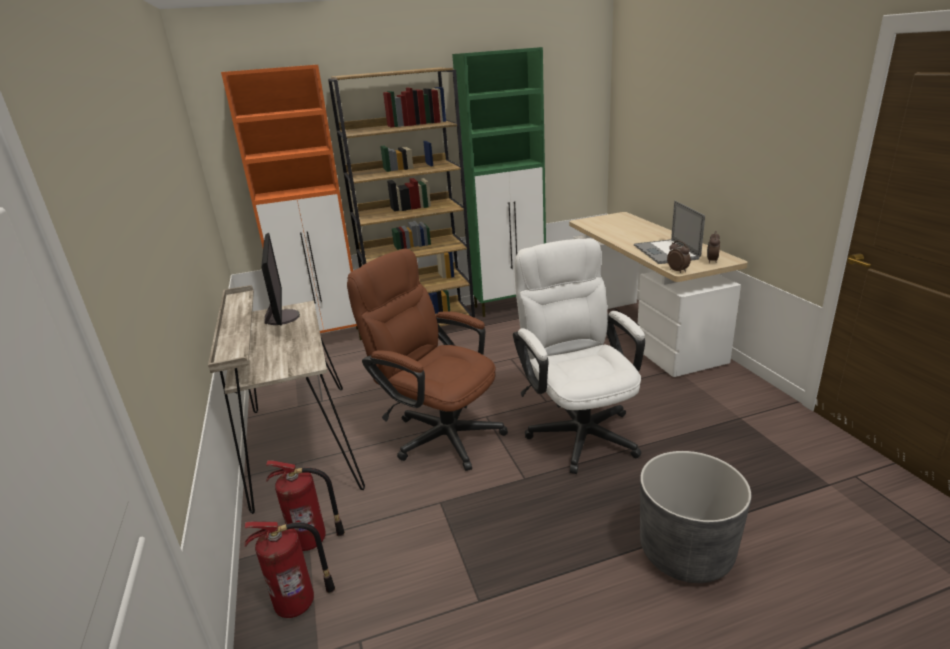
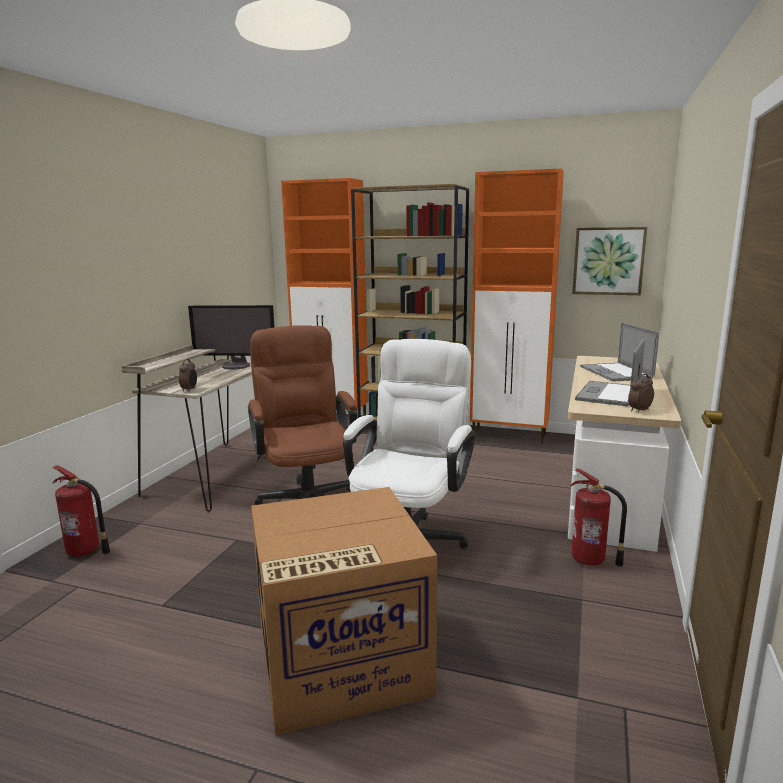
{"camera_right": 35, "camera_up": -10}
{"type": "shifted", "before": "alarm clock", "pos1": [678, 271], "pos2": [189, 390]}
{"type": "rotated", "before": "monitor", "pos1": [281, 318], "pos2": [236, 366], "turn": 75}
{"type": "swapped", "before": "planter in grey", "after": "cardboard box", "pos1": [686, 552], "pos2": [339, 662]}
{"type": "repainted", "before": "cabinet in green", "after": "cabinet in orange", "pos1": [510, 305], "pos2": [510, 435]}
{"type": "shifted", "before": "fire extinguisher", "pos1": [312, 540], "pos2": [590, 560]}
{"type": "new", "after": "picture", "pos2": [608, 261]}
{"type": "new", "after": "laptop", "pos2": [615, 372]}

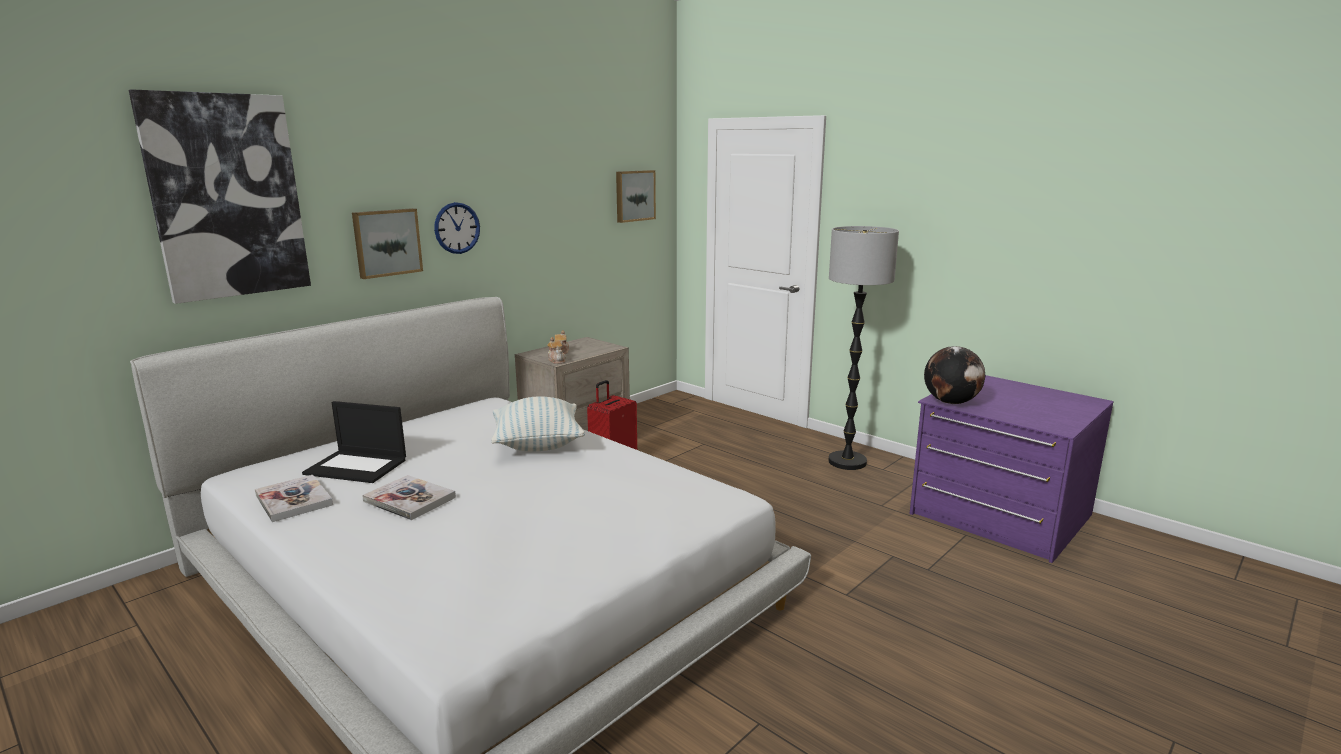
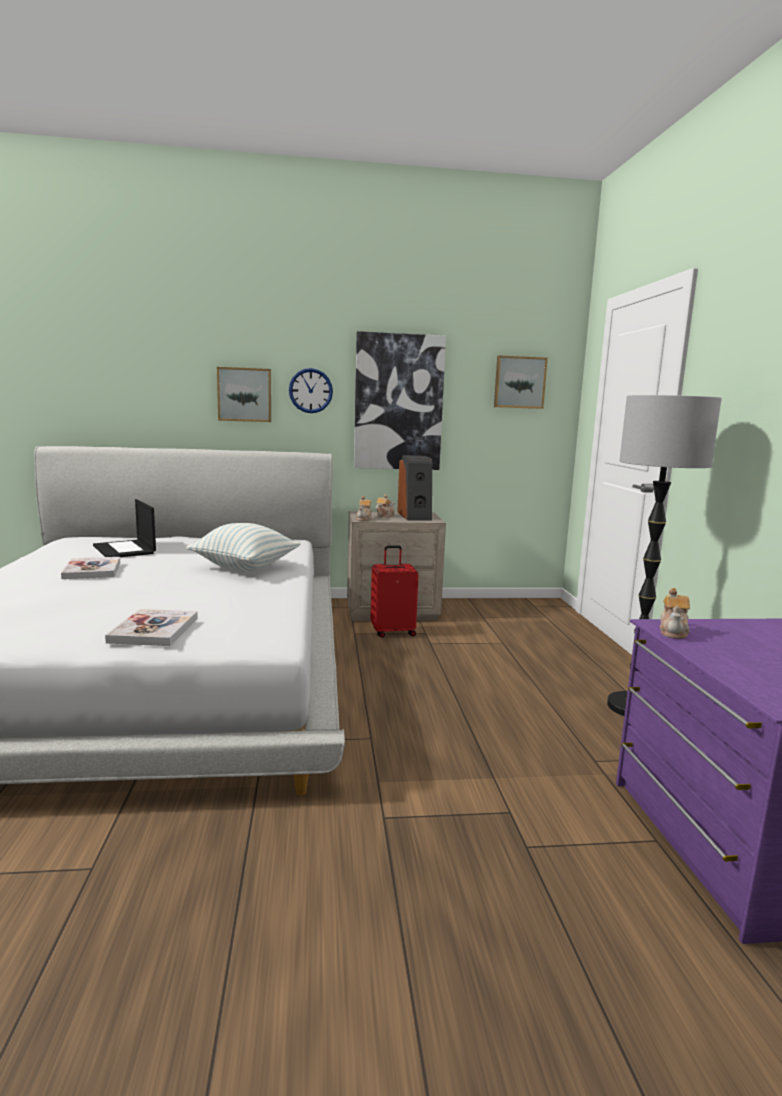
{"camera_right": 40, "camera_up": -5}
{"type": "shifted", "before": "book", "pos1": [294, 500], "pos2": [154, 630]}
{"type": "shifted", "before": "picture", "pos1": [227, 197], "pos2": [398, 402]}
{"type": "new", "after": "speaker", "pos2": [415, 516]}
{"type": "swapped", "before": "globe", "after": "teapot", "pos1": [951, 402], "pos2": [673, 632]}

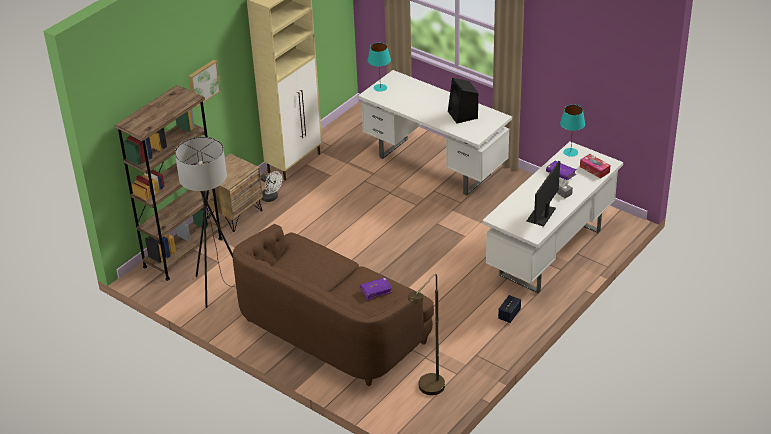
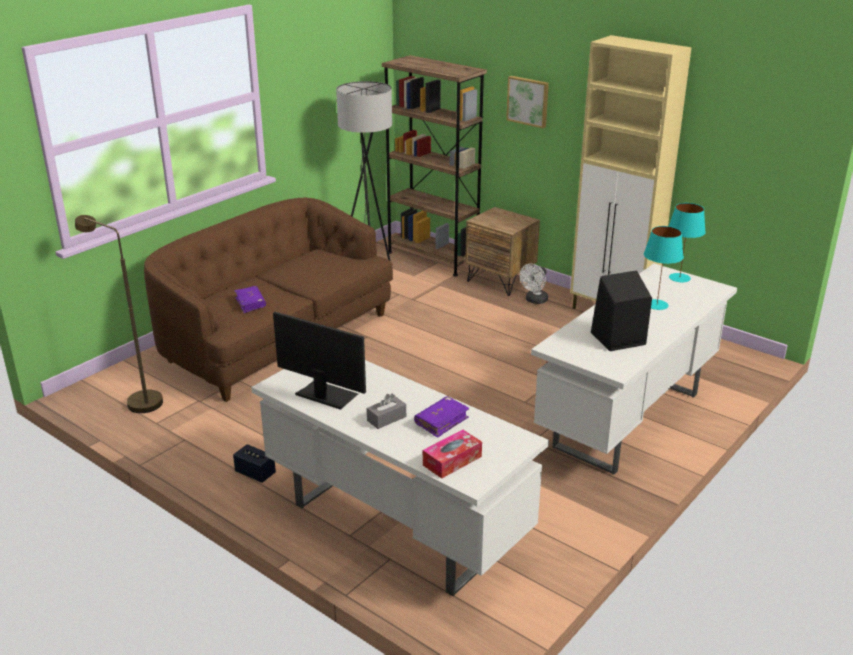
{"camera_right": 90, "camera_up": -10}
{"type": "shifted", "before": "table lamp in turquoise", "pos1": [571, 152], "pos2": [657, 305]}

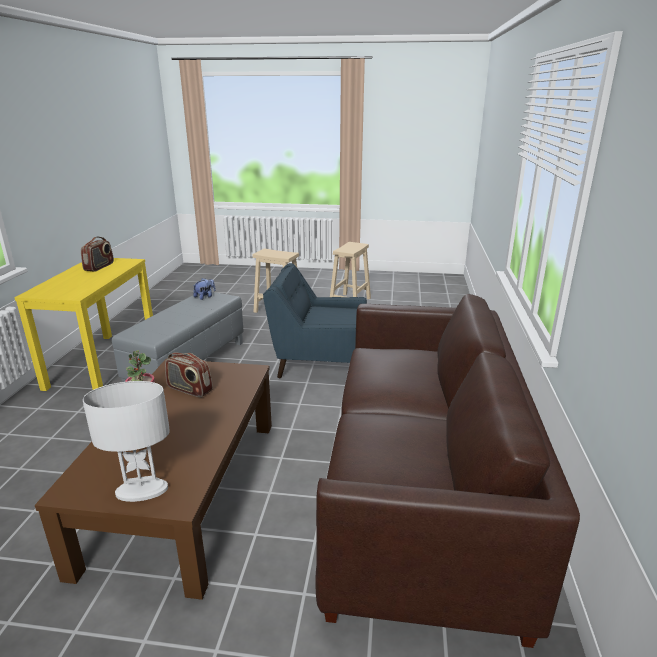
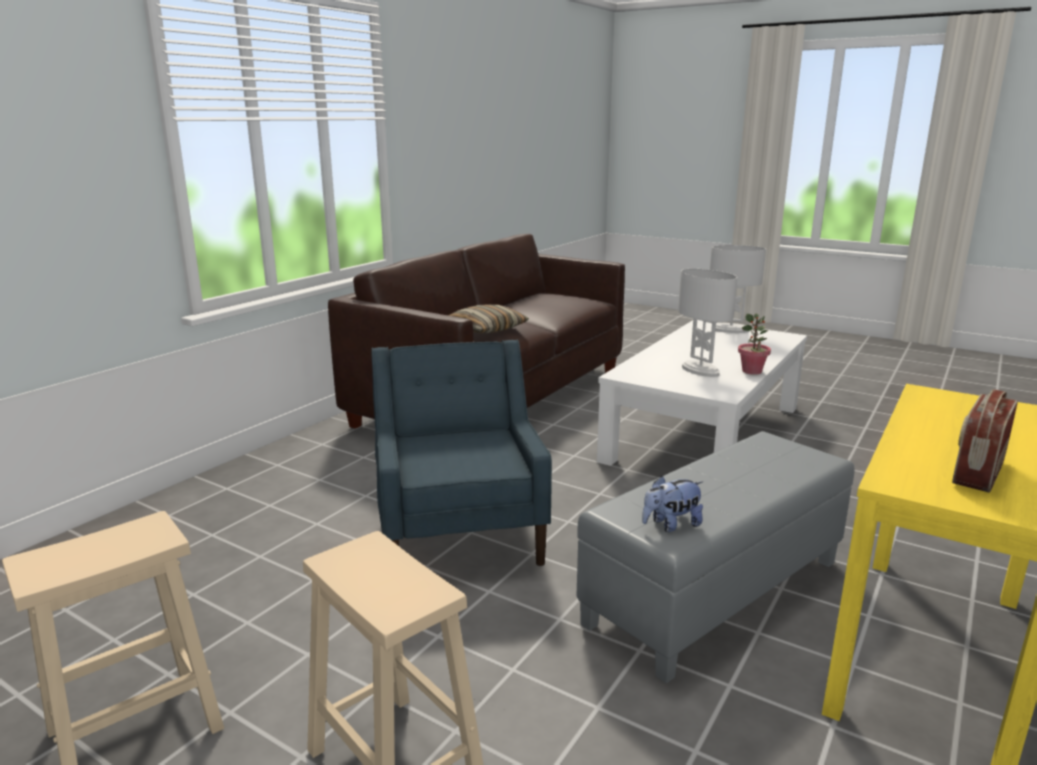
{"camera_right": -155, "camera_up": -5}
{"type": "rotated", "before": "armchair in blue", "pos1": [319, 363], "pos2": [459, 531], "turn": -135}
{"type": "new", "after": "pillow", "pos2": [486, 329]}
{"type": "repainted", "before": "coffee table in brown", "after": "coffee table in white", "pos1": [185, 490], "pos2": [705, 433]}
{"type": "swapped", "before": "radio", "after": "table lamp in white", "pos1": [189, 389], "pos2": [699, 370]}

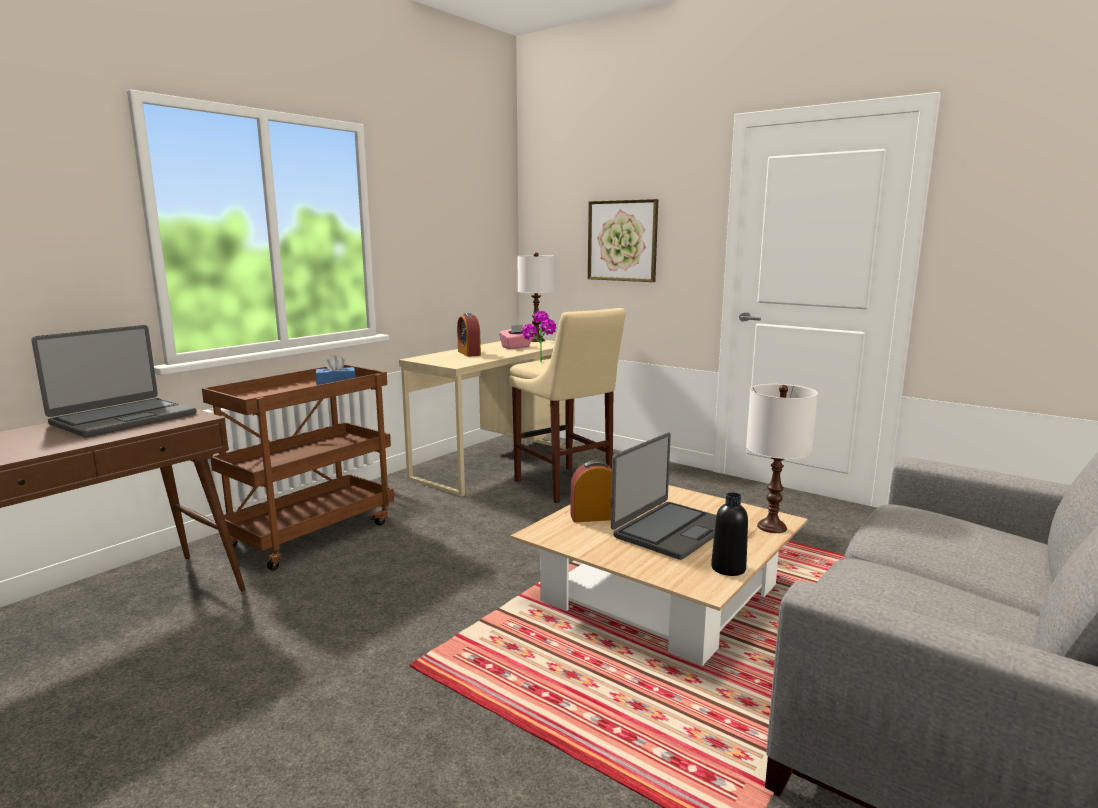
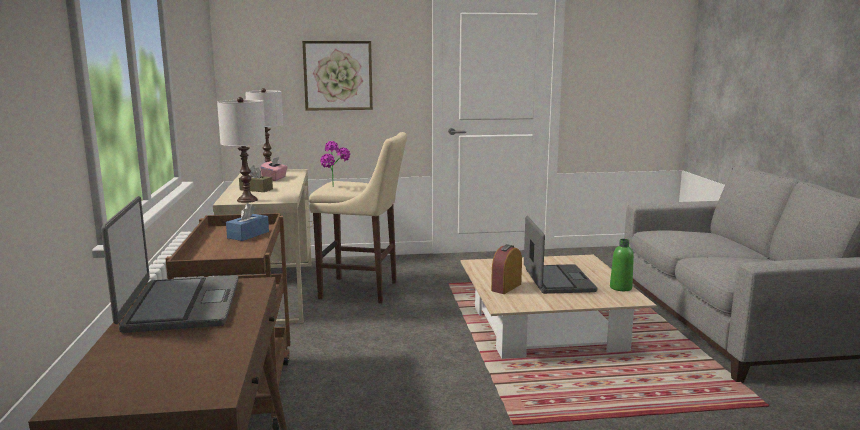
{"camera_right": -45, "camera_up": 0}
{"type": "shifted", "before": "table lamp in white", "pos1": [771, 527], "pos2": [247, 200]}
{"type": "swapped", "before": "alarm clock", "after": "tissue box in brown", "pos1": [469, 353], "pos2": [256, 189]}
{"type": "repainted", "before": "bottle in black", "after": "bottle in green", "pos1": [728, 568], "pos2": [620, 288]}

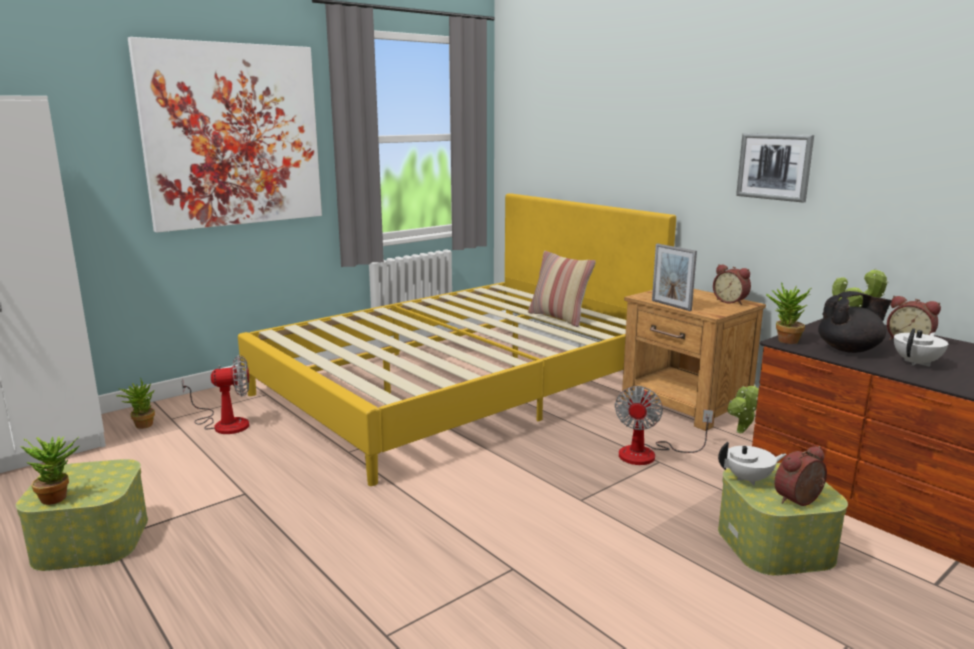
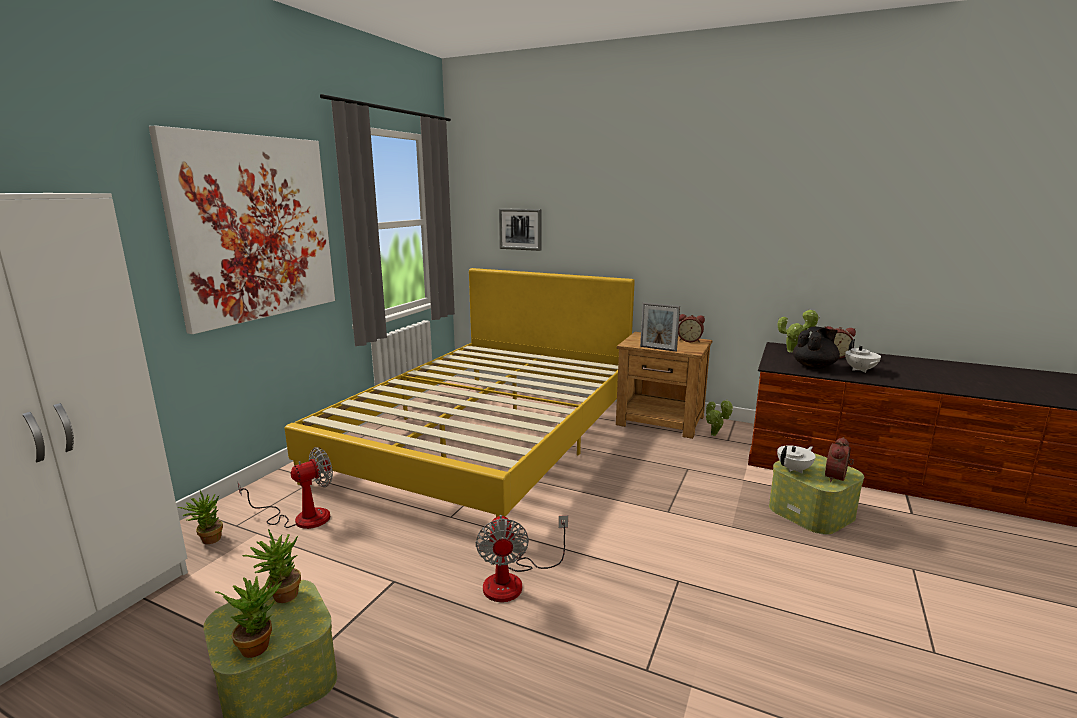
{"camera_right": -25, "camera_up": 0}
{"type": "shifted", "before": "potted plant", "pos1": [783, 341], "pos2": [280, 596]}
{"type": "shifted", "before": "fan", "pos1": [649, 454], "pos2": [514, 581]}
{"type": "shifted", "before": "picture", "pos1": [774, 166], "pos2": [520, 229]}
{"type": "rotated", "before": "teapot in white", "pos1": [917, 363], "pos2": [860, 370], "turn": 150}
{"type": "gone", "before": "pillow", "pos1": [559, 318]}

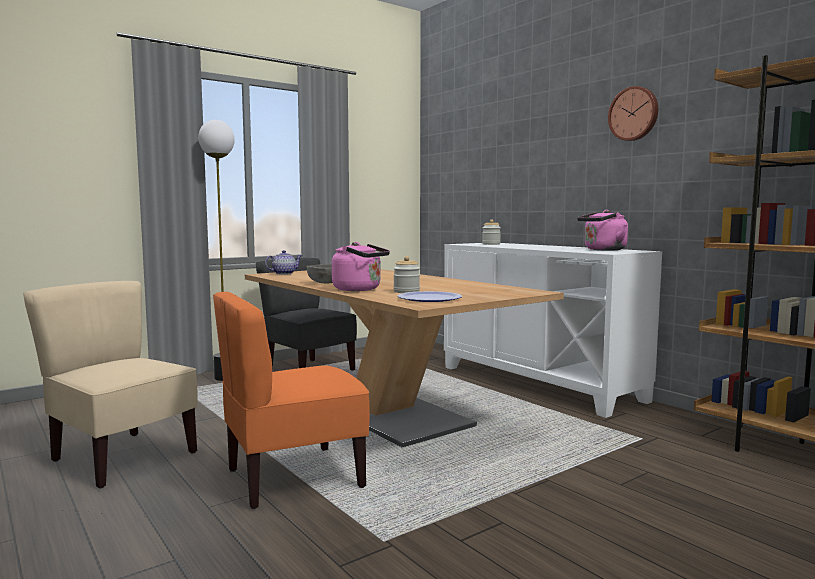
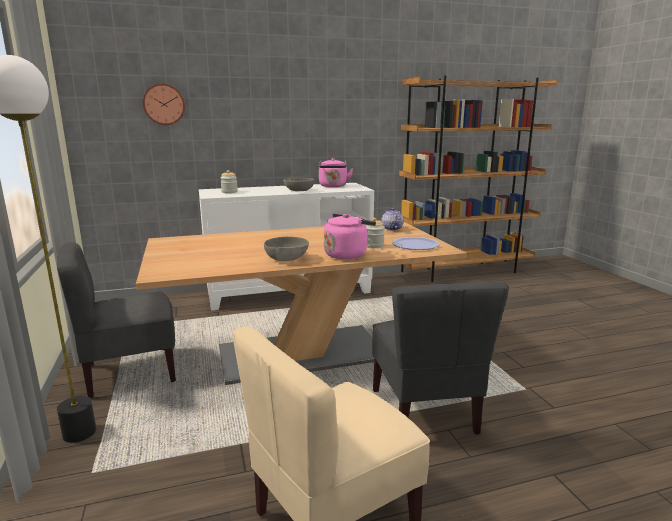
{"camera_right": -70, "camera_up": 10}
{"type": "shifted", "before": "wall clock", "pos1": [634, 114], "pos2": [164, 104]}
{"type": "new", "after": "bowl in grey", "pos2": [299, 191]}
{"type": "repainted", "before": "chair in orange", "after": "chair in grey", "pos1": [293, 477], "pos2": [425, 411]}
{"type": "shifted", "before": "teapot", "pos1": [283, 273], "pos2": [392, 229]}

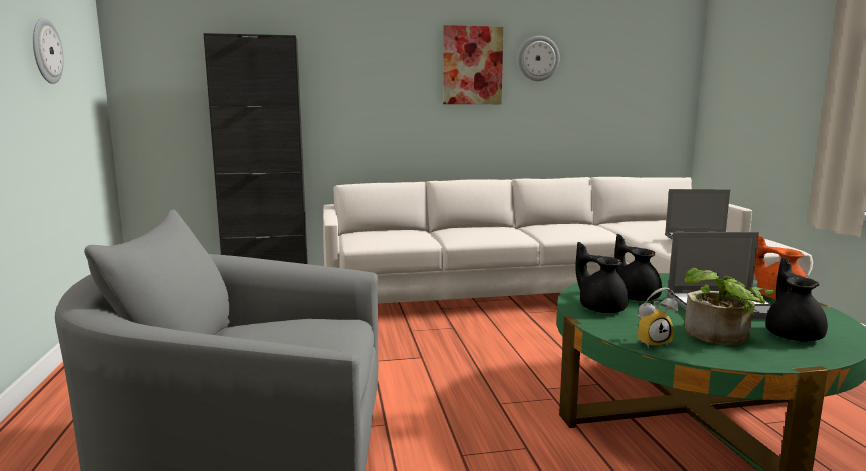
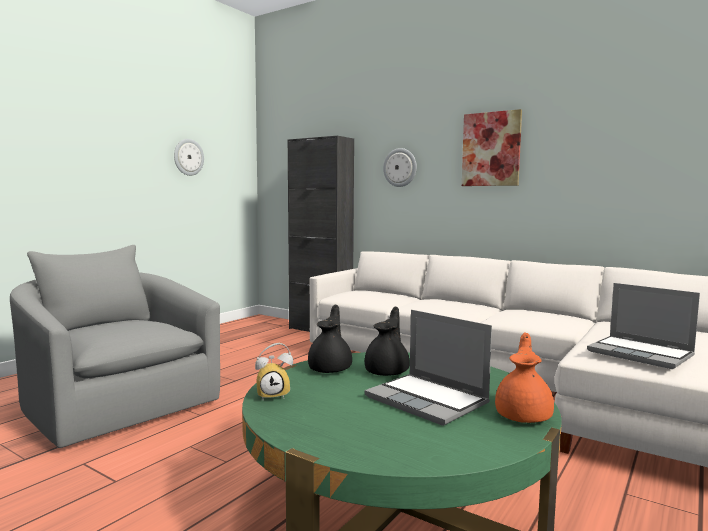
{"camera_right": 45, "camera_up": -5}
{"type": "rotated", "before": "alarm clock", "pos1": [652, 342], "pos2": [274, 395], "turn": -45}
{"type": "shifted", "before": "wall clock", "pos1": [538, 58], "pos2": [400, 167]}
{"type": "gone", "before": "potted plant", "pos1": [719, 337]}
{"type": "gone", "before": "teapot in black", "pos1": [793, 335]}

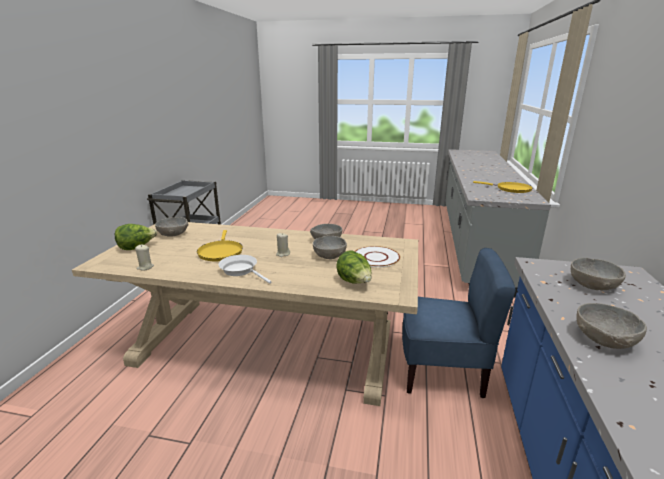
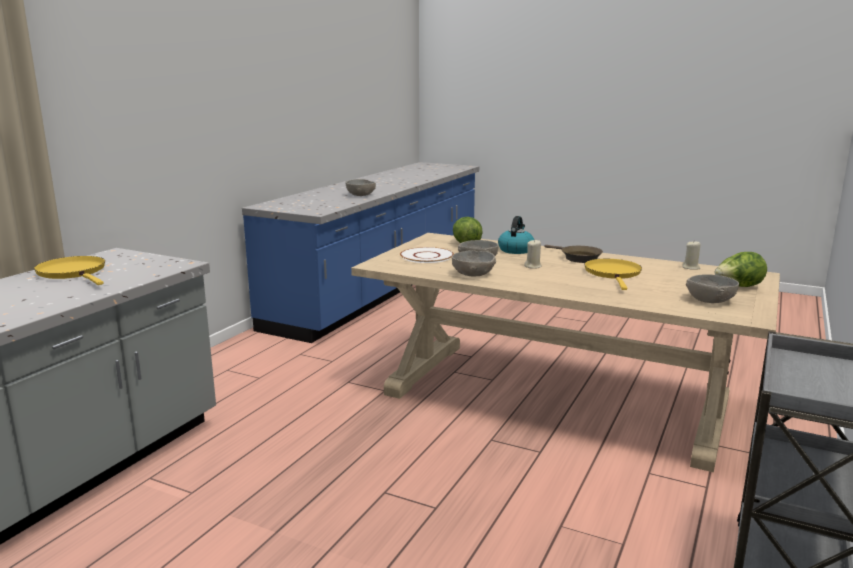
{"camera_right": -165, "camera_up": -5}
{"type": "new", "after": "kettle", "pos2": [516, 250]}
{"type": "repainted", "before": "frying pan in white", "after": "frying pan in brown", "pos1": [241, 270], "pos2": [578, 258]}
{"type": "gone", "before": "chair in blue", "pos1": [442, 371]}
{"type": "gone", "before": "bowl in grey", "pos1": [592, 285]}

